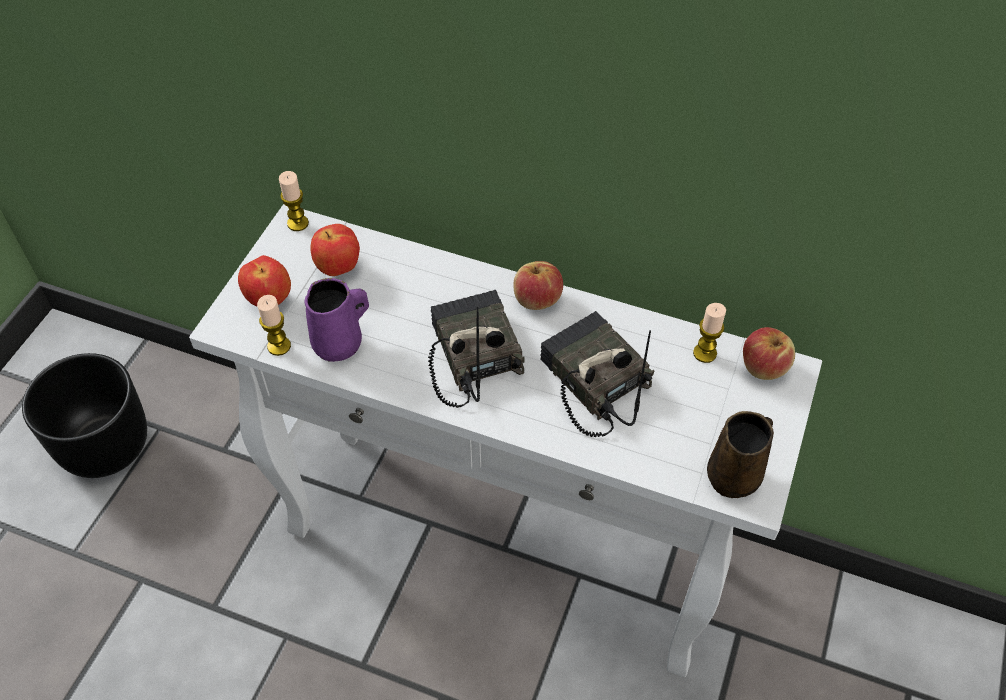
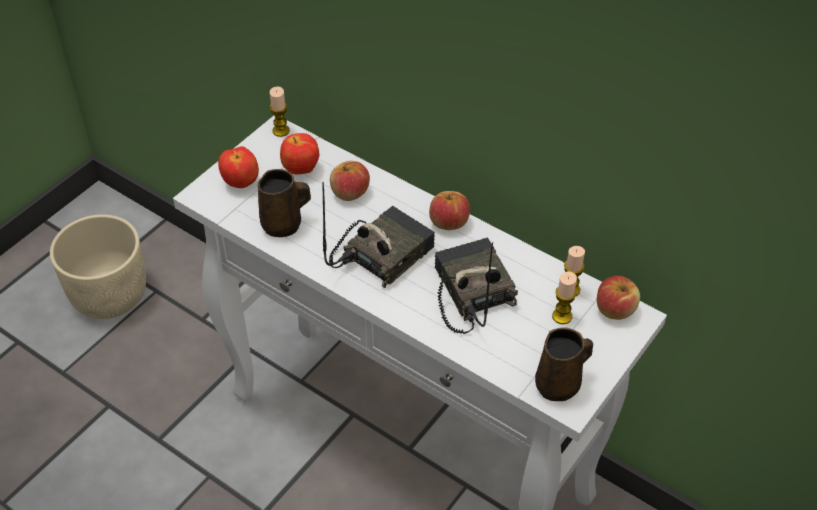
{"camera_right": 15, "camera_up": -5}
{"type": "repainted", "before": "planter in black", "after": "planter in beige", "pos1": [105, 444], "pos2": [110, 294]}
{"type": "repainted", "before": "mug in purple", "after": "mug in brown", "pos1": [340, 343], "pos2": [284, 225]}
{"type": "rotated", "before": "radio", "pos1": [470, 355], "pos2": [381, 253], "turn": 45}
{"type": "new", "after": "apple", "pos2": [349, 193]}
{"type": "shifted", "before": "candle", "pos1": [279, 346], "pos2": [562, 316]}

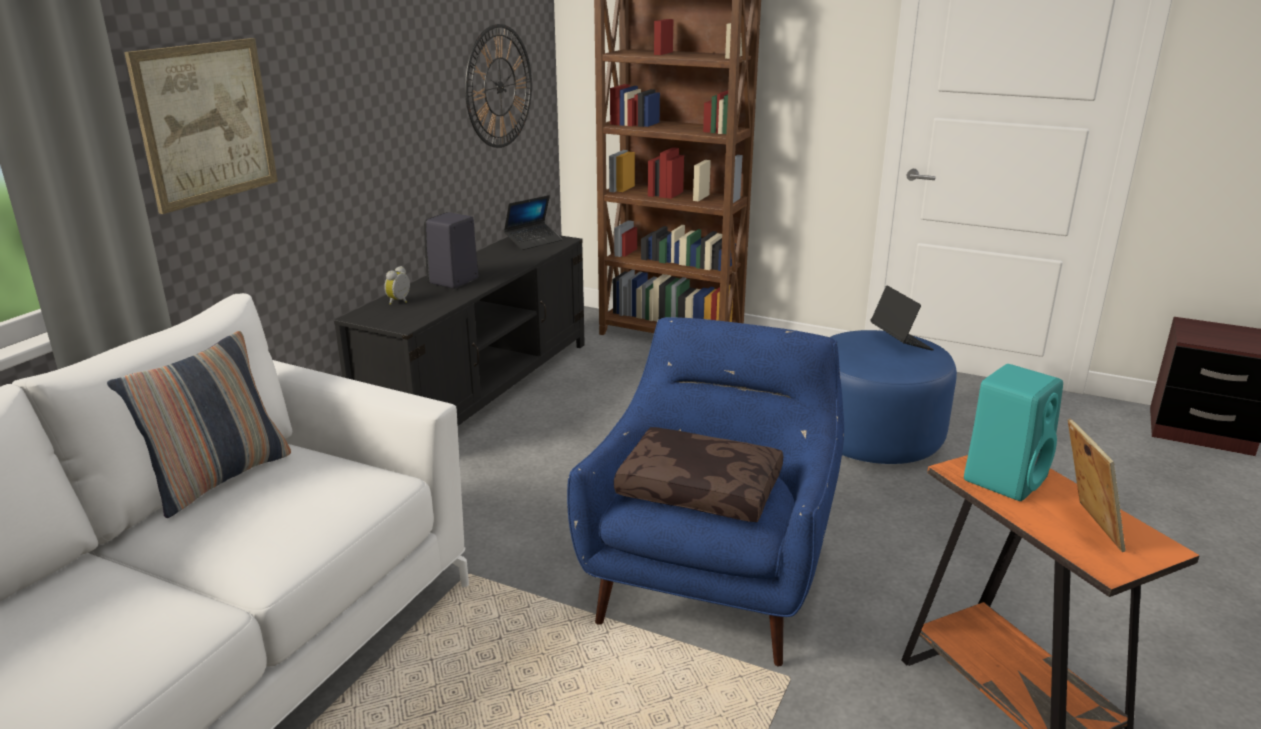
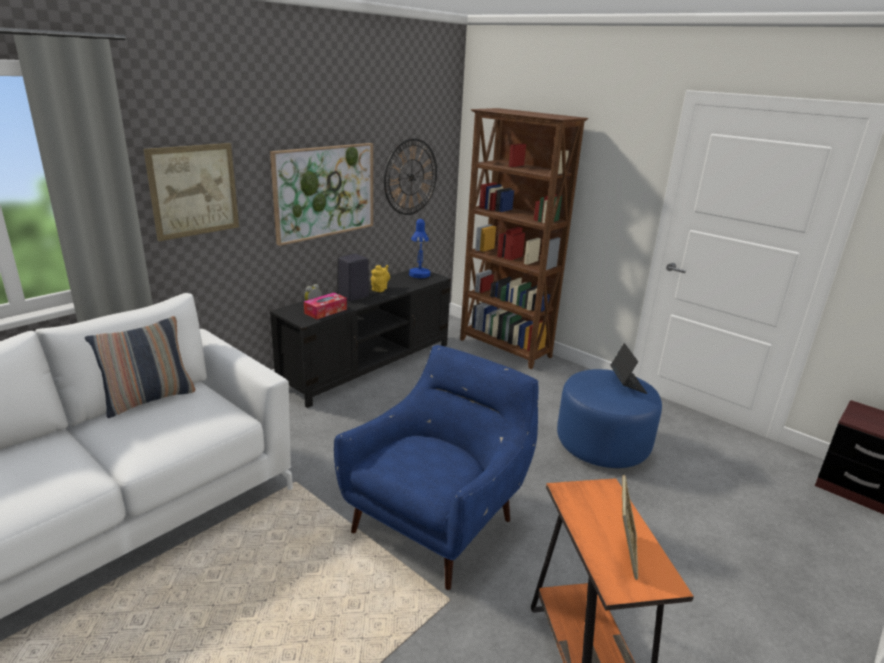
{"camera_right": 15, "camera_up": 0}
{"type": "new", "after": "picture", "pos2": [324, 191]}
{"type": "new", "after": "tissue box", "pos2": [325, 311]}
{"type": "new", "after": "teapot in yellow", "pos2": [380, 289]}
{"type": "swapped", "before": "laptop", "after": "table lamp in blue", "pos1": [533, 241], "pos2": [419, 276]}
{"type": "gone", "before": "pillow in brown", "pos1": [701, 489]}
{"type": "gone", "before": "speaker in turquoise", "pos1": [1005, 478]}

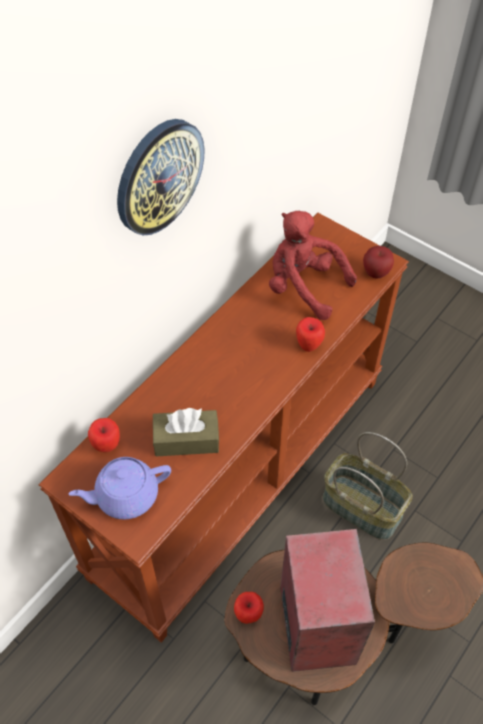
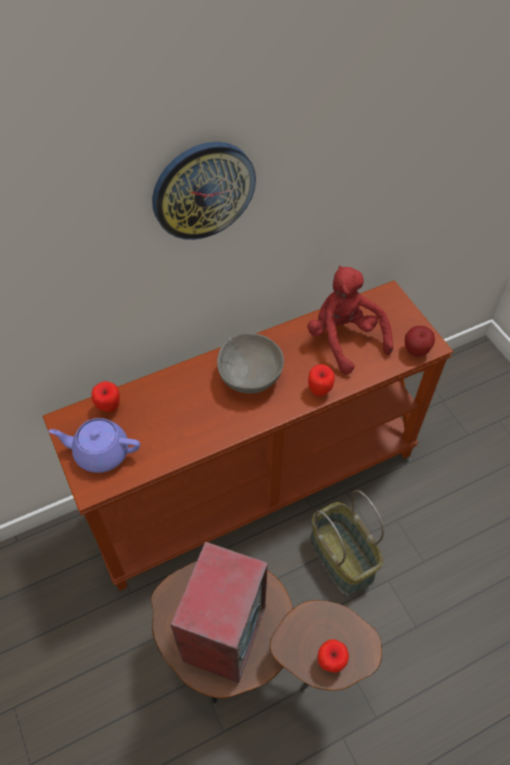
{"camera_right": 25, "camera_up": 0}
{"type": "new", "after": "bowl in grey", "pos2": [250, 377]}
{"type": "shifted", "before": "apple", "pos1": [248, 615], "pos2": [330, 662]}
{"type": "gone", "before": "tissue box in brown", "pos1": [186, 440]}

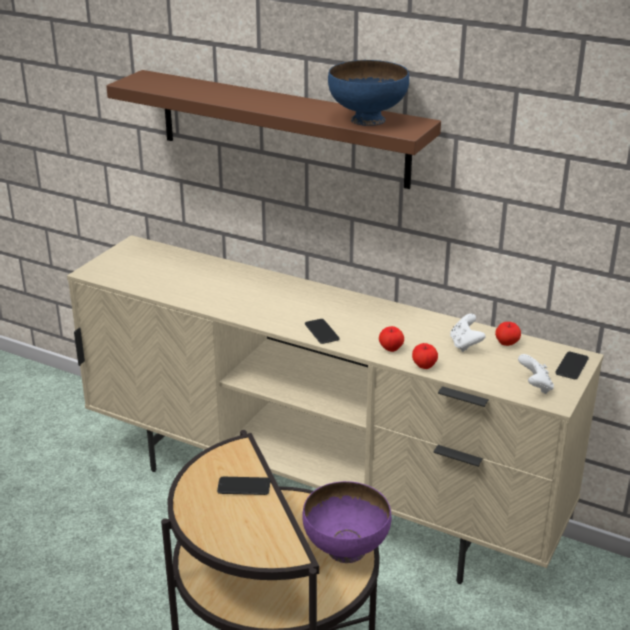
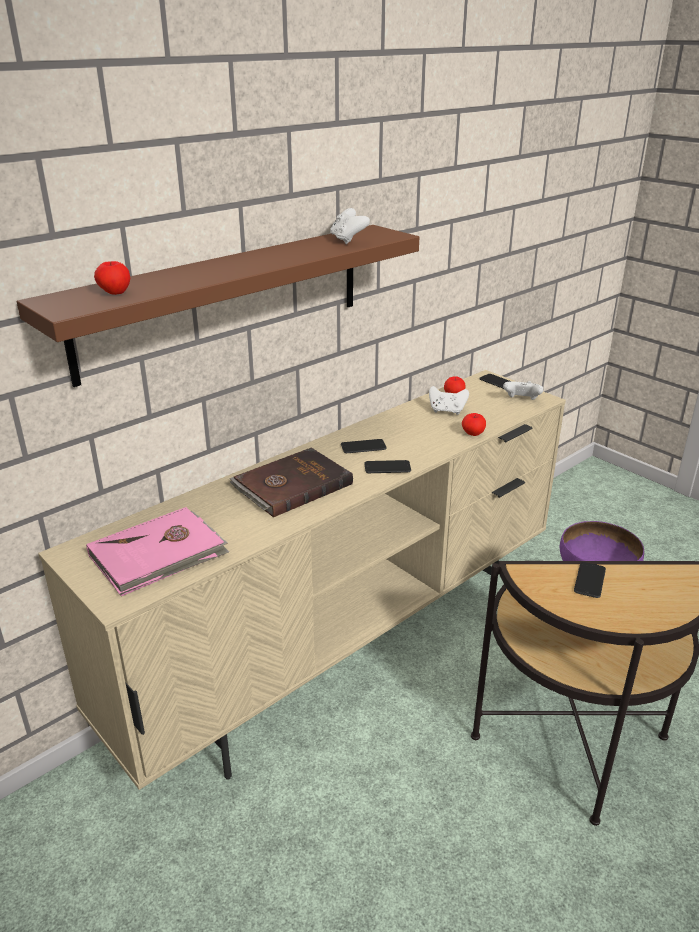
{"camera_right": -70, "camera_up": 0}
{"type": "new", "after": "book in pink", "pos2": [159, 555]}
{"type": "shifted", "before": "apple", "pos1": [391, 348], "pos2": [115, 293]}
{"type": "new", "after": "book in brown", "pos2": [291, 485]}
{"type": "swapped", "before": "bowl in blue", "after": "game controller in white", "pos1": [367, 119], "pos2": [348, 240]}
{"type": "new", "after": "phone", "pos2": [363, 447]}

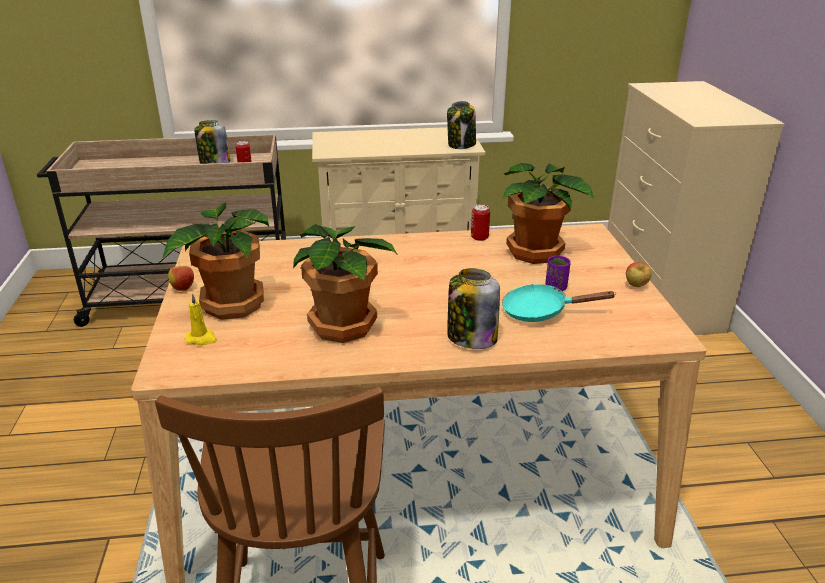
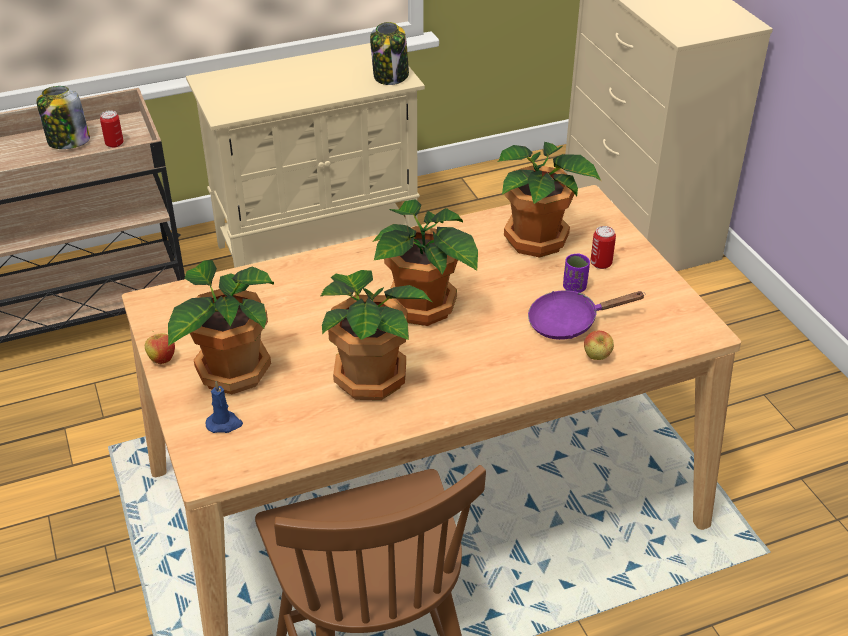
{"camera_right": -15, "camera_up": 10}
{"type": "repainted", "before": "candle in yellow", "after": "candle in blue", "pos1": [202, 339], "pos2": [224, 424]}
{"type": "new", "after": "potted plant", "pos2": [423, 308]}
{"type": "repainted", "before": "frying pan in turquoise", "after": "frying pan in purple", "pos1": [541, 312], "pos2": [569, 322]}
{"type": "shifted", "before": "apple", "pos1": [636, 286], "pos2": [597, 357]}
{"type": "shifted", "before": "can", "pos1": [479, 237], "pos2": [601, 263]}
{"type": "gone", "before": "jar", "pos1": [471, 337]}

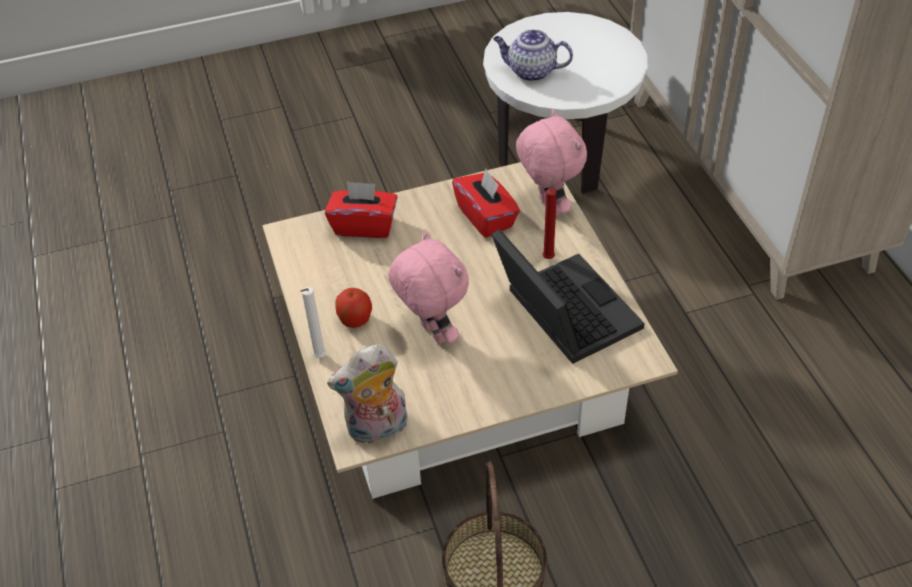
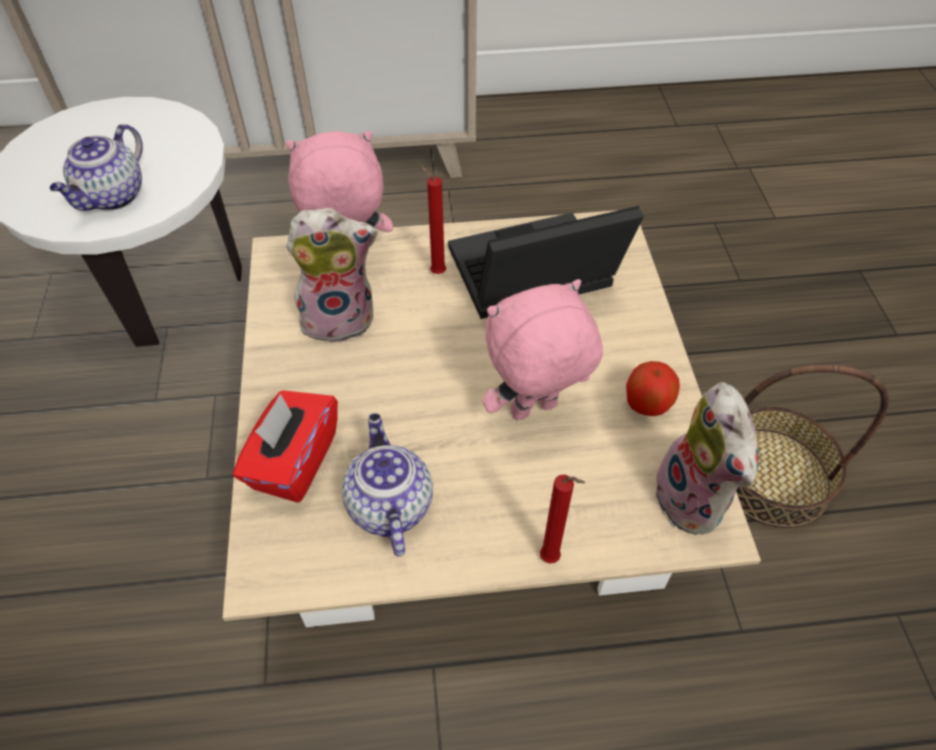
{"camera_right": -80, "camera_up": 5}
{"type": "swapped", "before": "tissue box in red", "after": "plush toy", "pos1": [486, 217], "pos2": [340, 317]}
{"type": "new", "after": "teapot", "pos2": [388, 504]}
{"type": "repainted", "before": "candle in white", "after": "candle in red", "pos1": [318, 358], "pos2": [552, 559]}
{"type": "shifted", "before": "apple", "pos1": [355, 320], "pos2": [647, 404]}

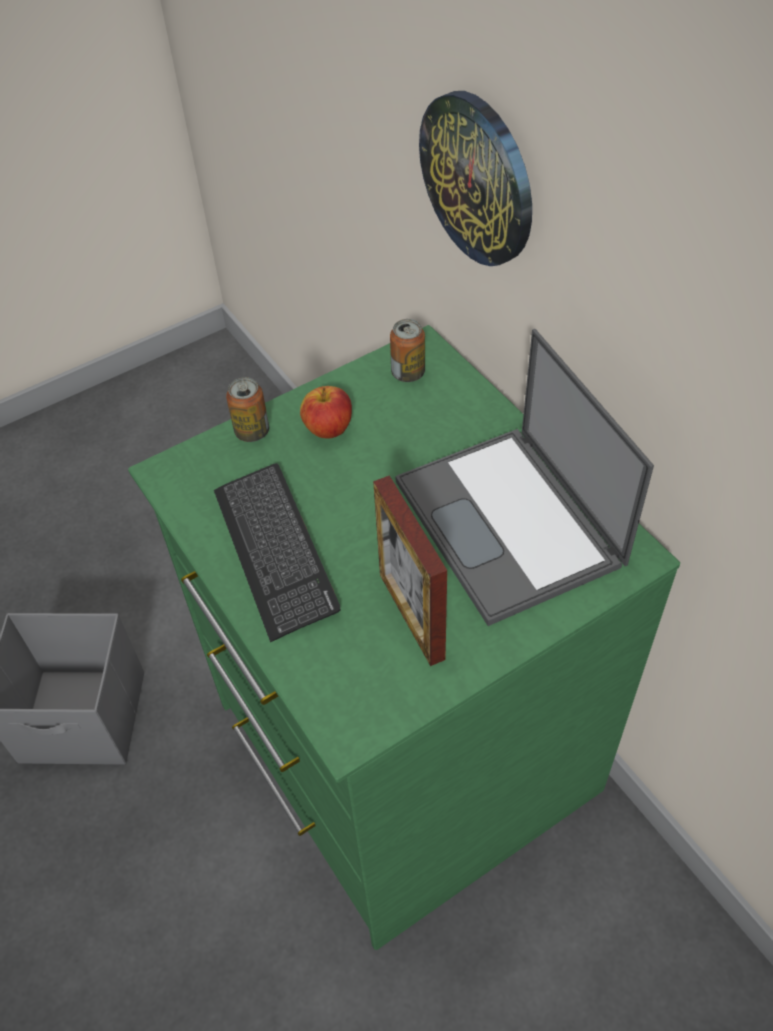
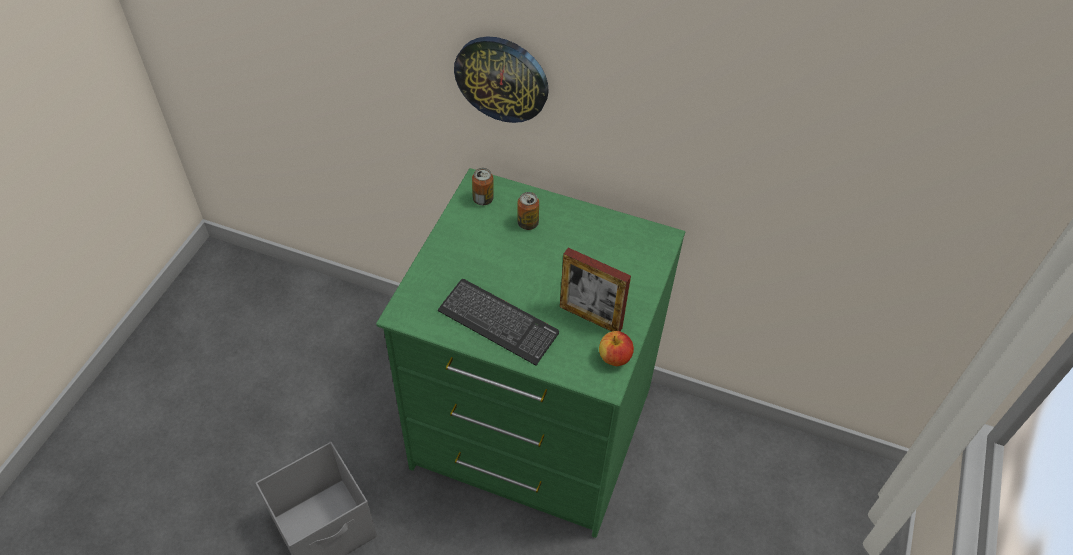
{"camera_right": -40, "camera_up": 0}
{"type": "shifted", "before": "can", "pos1": [252, 431], "pos2": [528, 223]}
{"type": "shifted", "before": "apple", "pos1": [328, 429], "pos2": [614, 358]}
{"type": "gone", "before": "laptop", "pos1": [510, 524]}

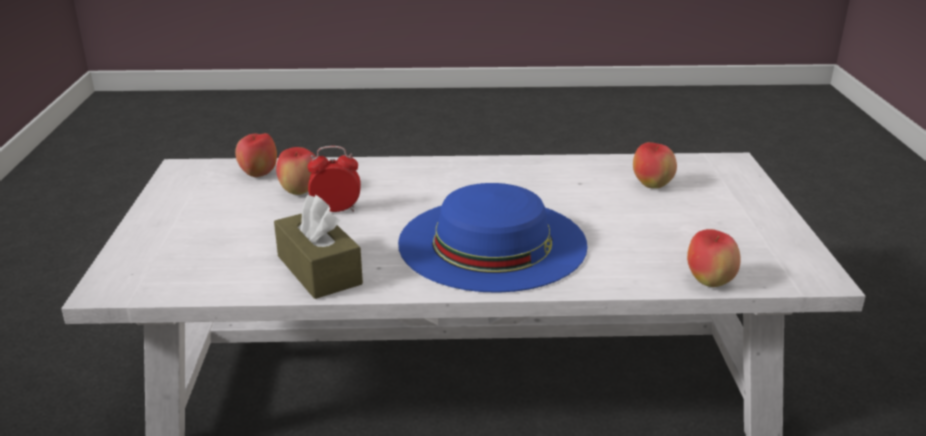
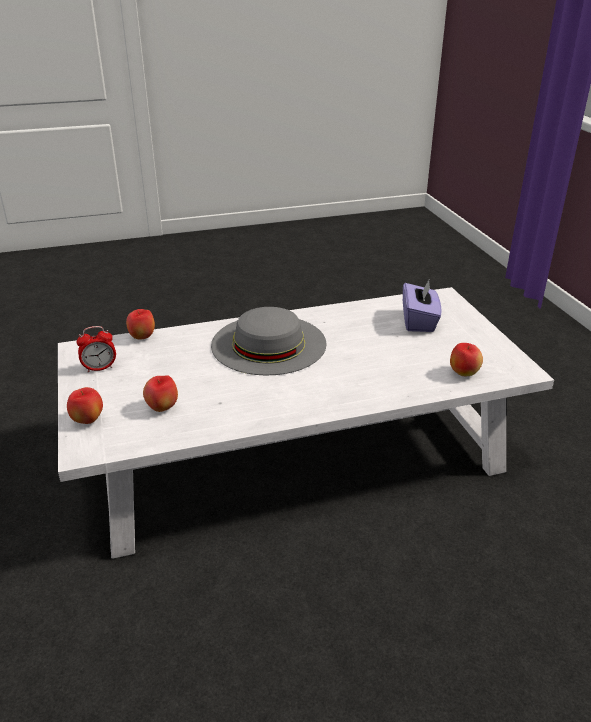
{"camera_right": 165, "camera_up": 5}
{"type": "shifted", "before": "apple", "pos1": [300, 192], "pos2": [88, 420]}
{"type": "shifted", "before": "alarm clock", "pos1": [336, 210], "pos2": [100, 368]}
{"type": "repainted", "before": "hat in blue", "after": "hat in grey", "pos1": [492, 242], "pos2": [268, 344]}
{"type": "new", "after": "tissue box in purple", "pos2": [419, 321]}
{"type": "gone", "before": "tissue box in brown", "pos1": [319, 270]}

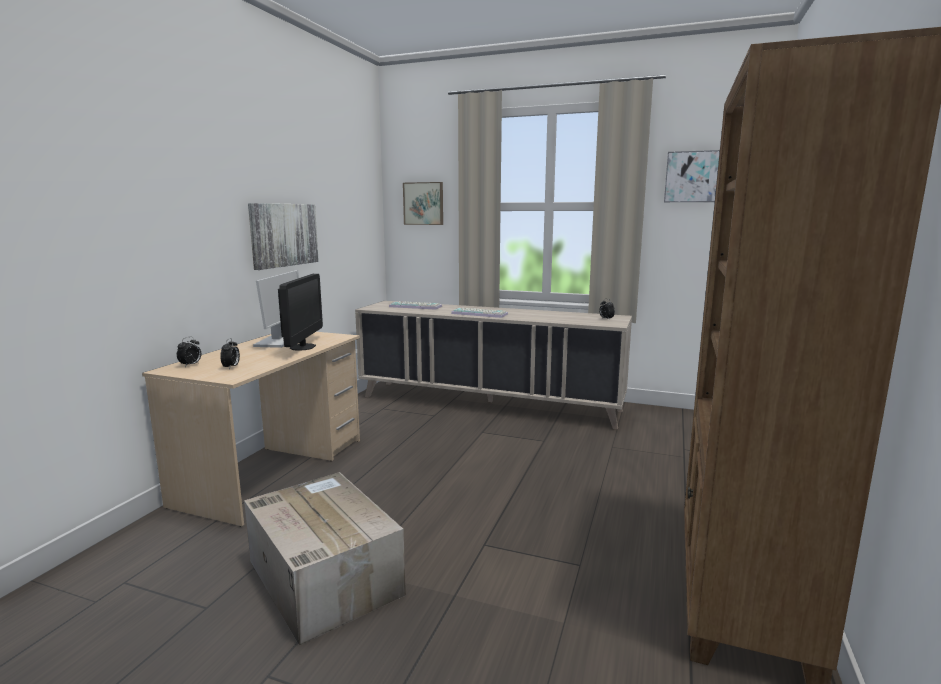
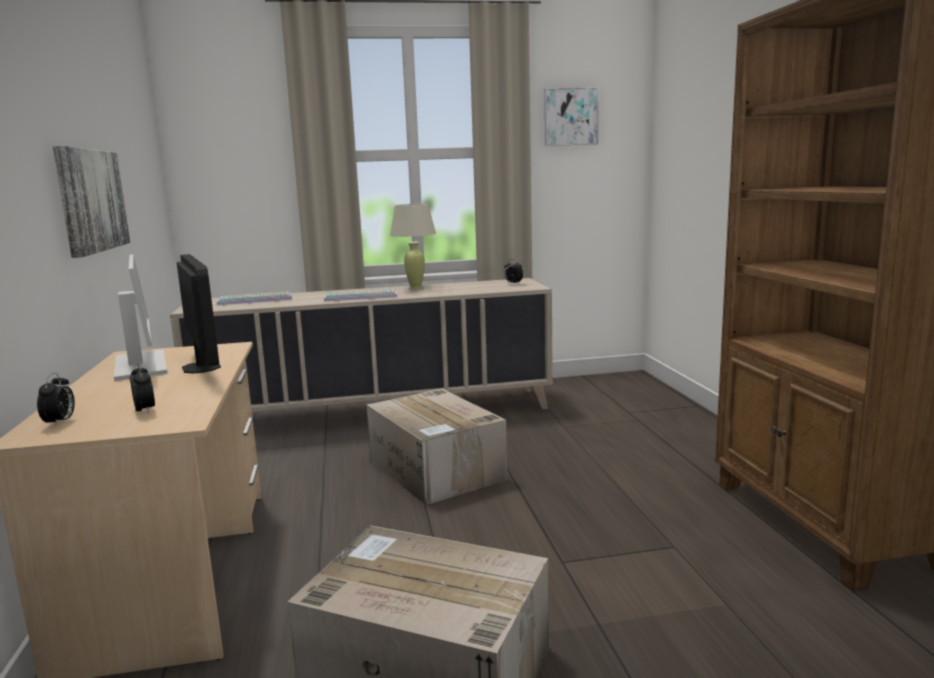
{"camera_right": -30, "camera_up": 0}
{"type": "new", "after": "cardboard box", "pos2": [437, 470]}
{"type": "new", "after": "table lamp in beige", "pos2": [415, 288]}
{"type": "gone", "before": "picture", "pos1": [424, 203]}

